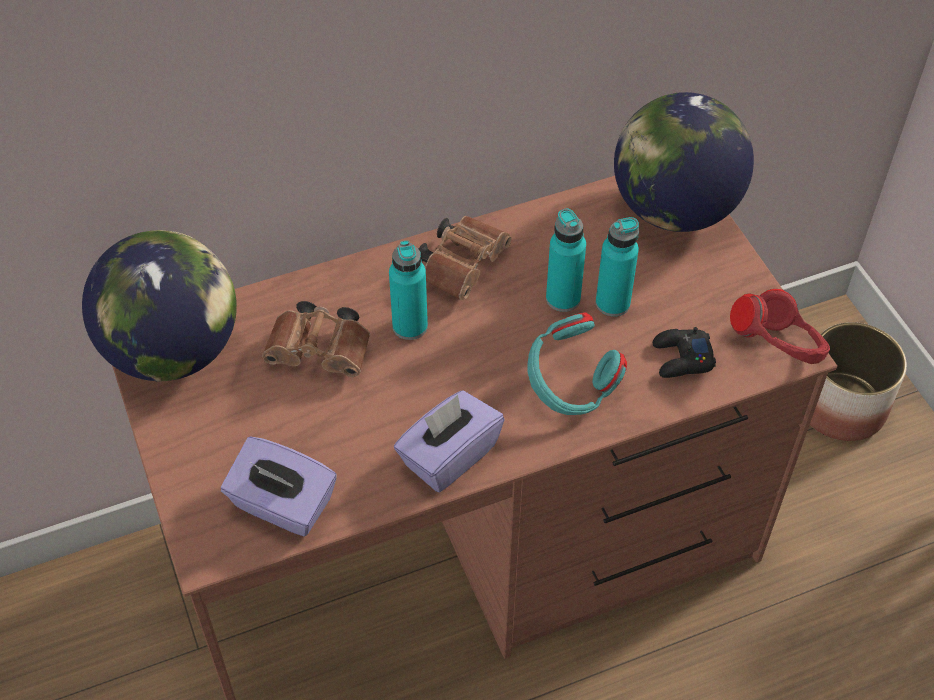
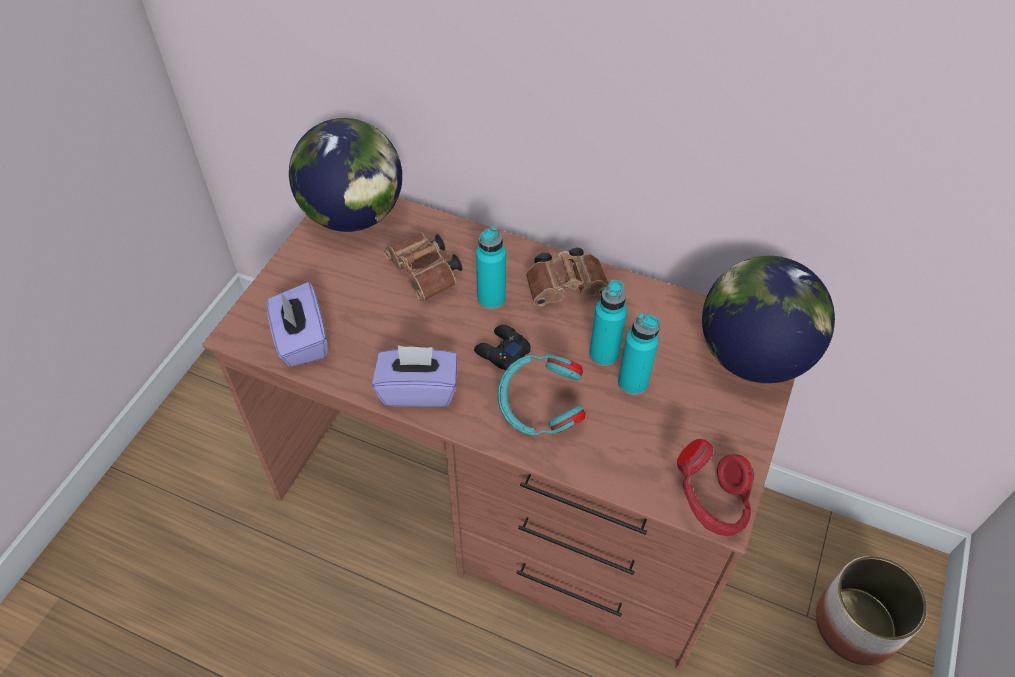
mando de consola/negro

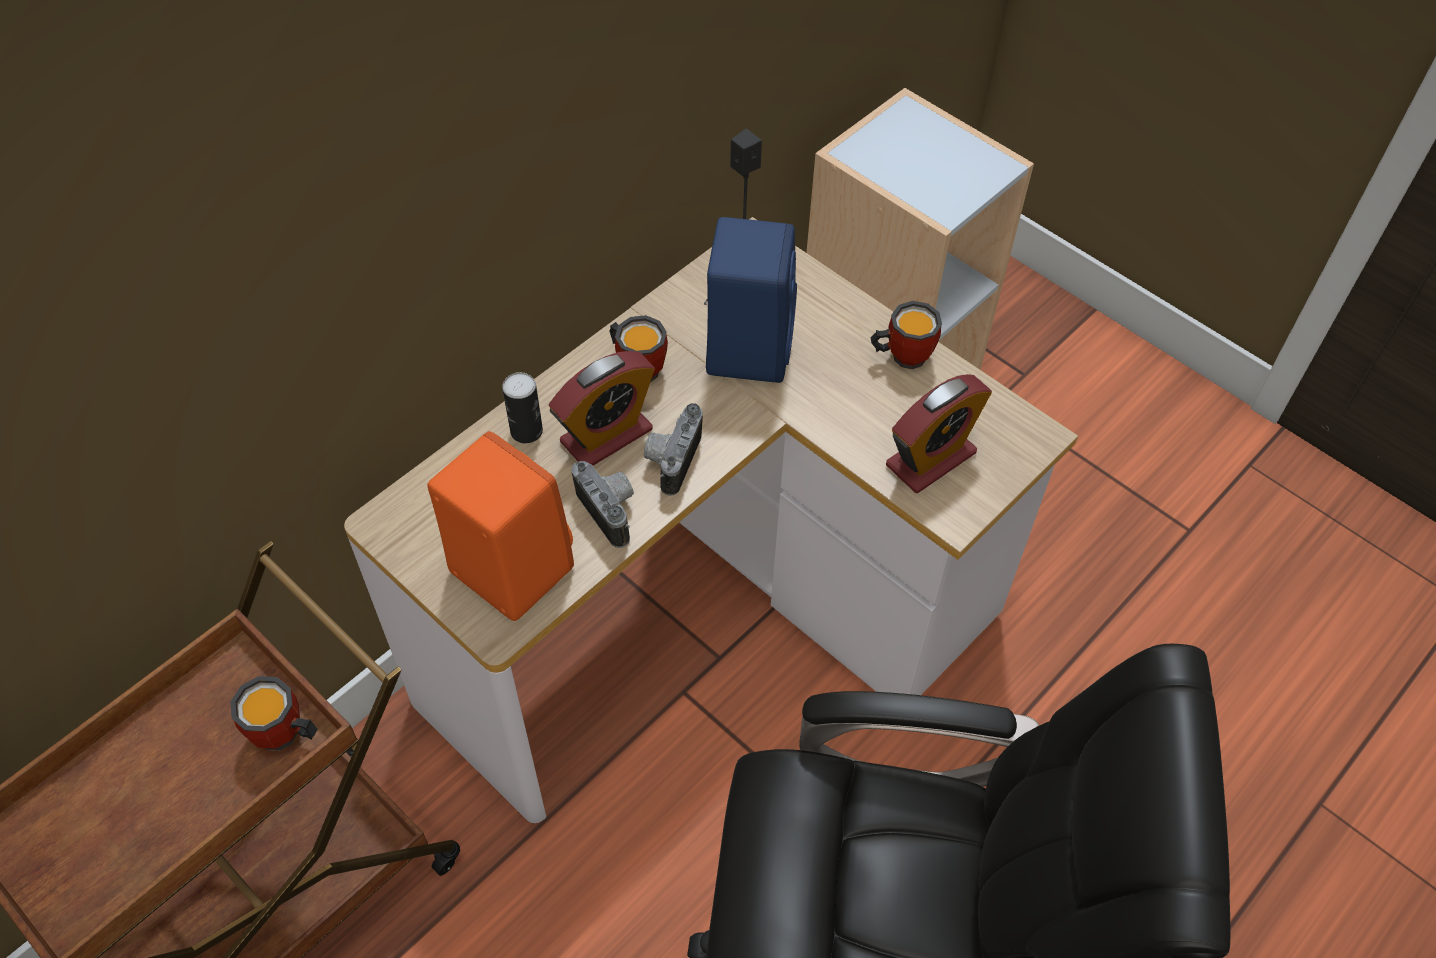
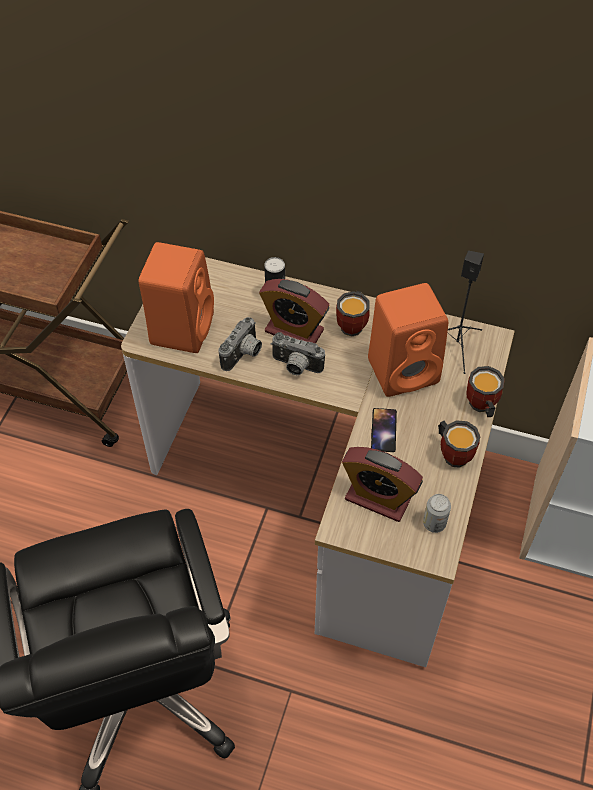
taza grande (3rd from left)
cámara (2nd from left)
altavoz/naranja (2nd from left)
móvil
lata (2nd from left)

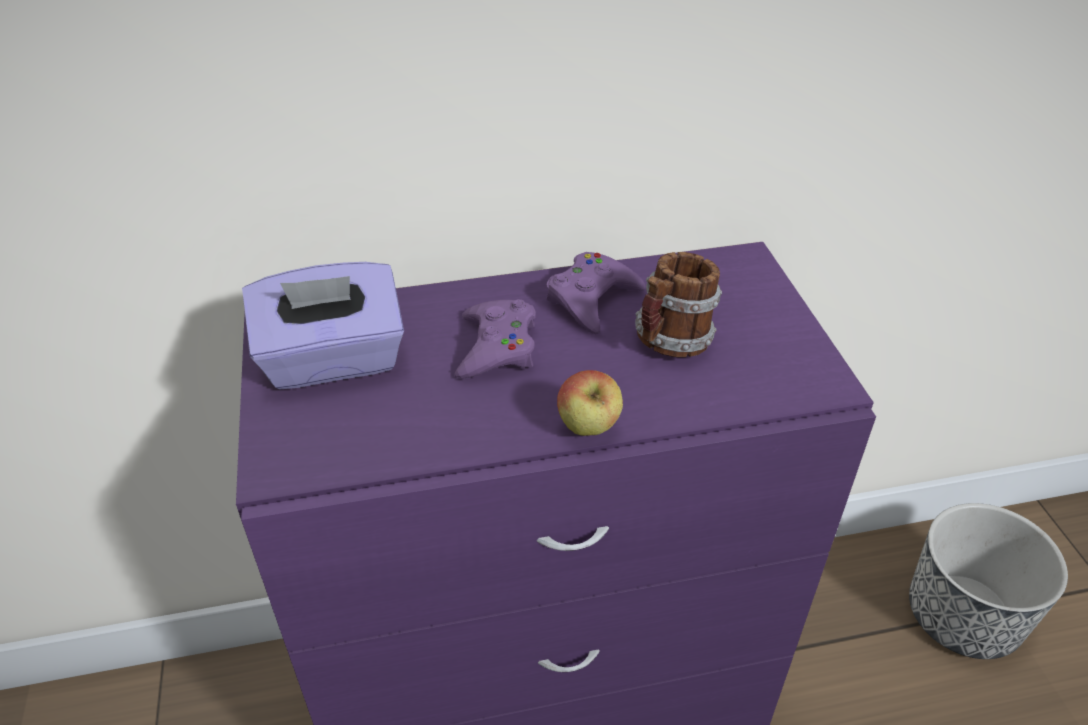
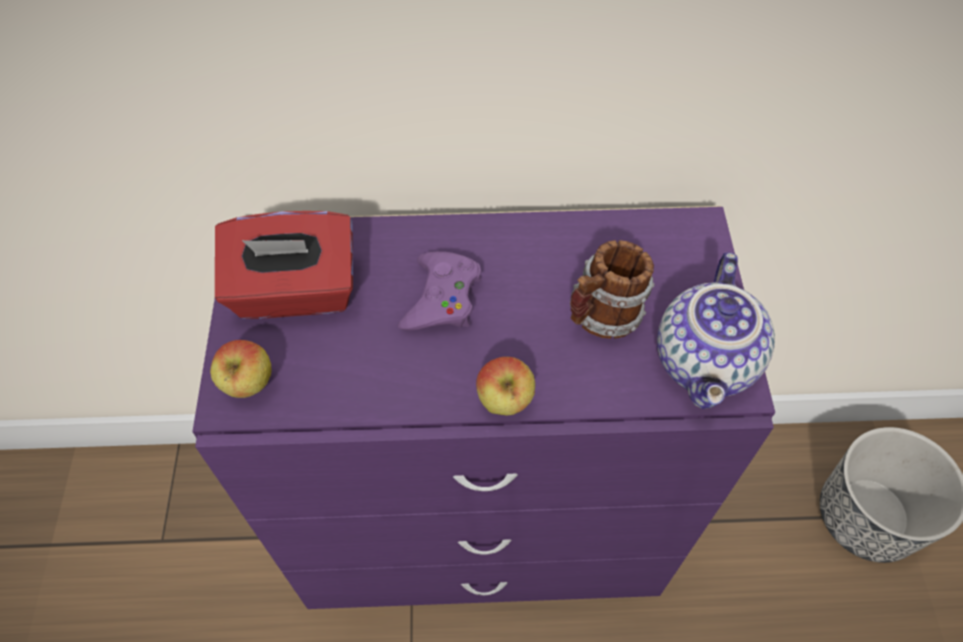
caja de pañuelos/rojo
mando de consola/morado (2nd from left in the first image)
manzana (1st from left)
tetera

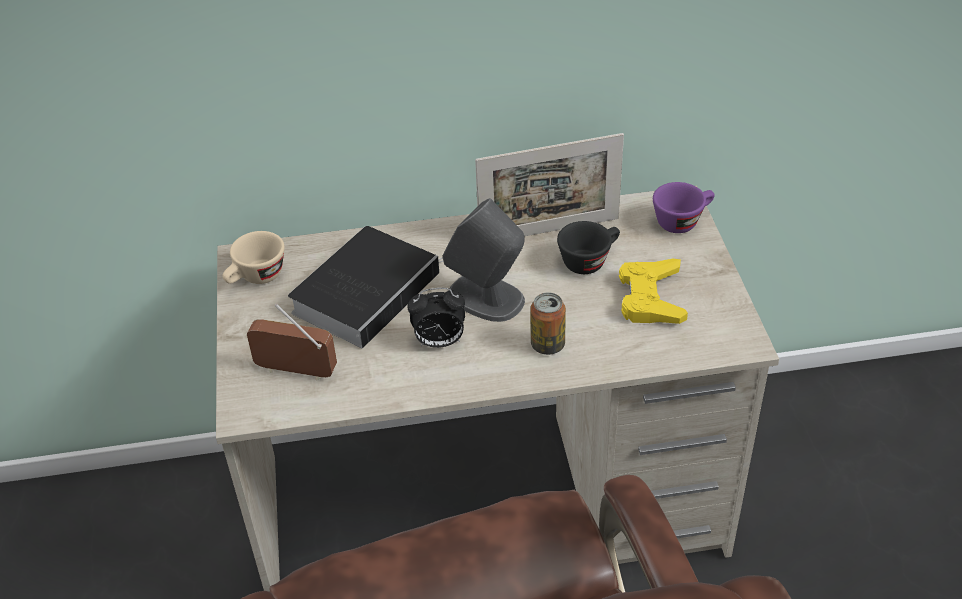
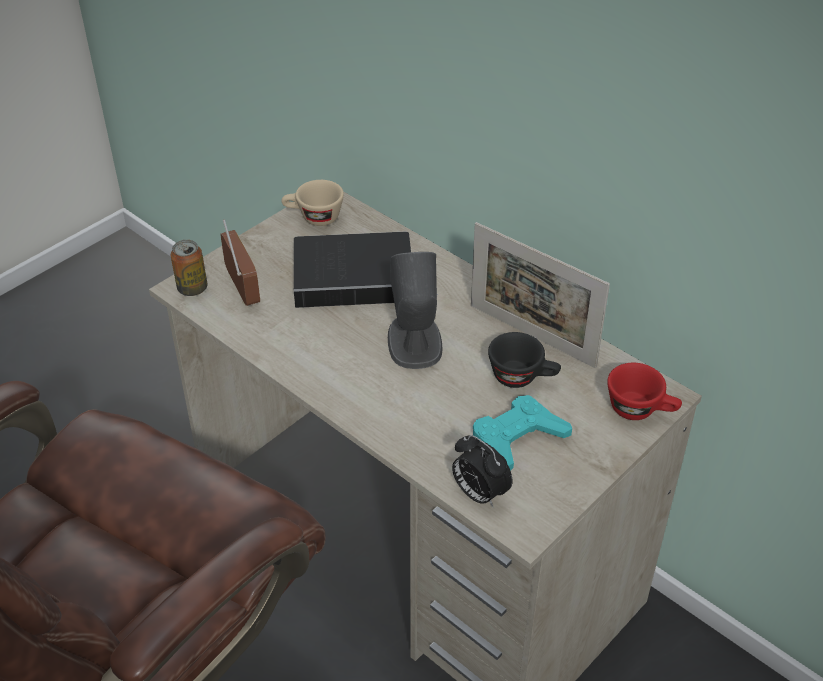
despertador
lata
mando de consola/turquesa
taza/rojo

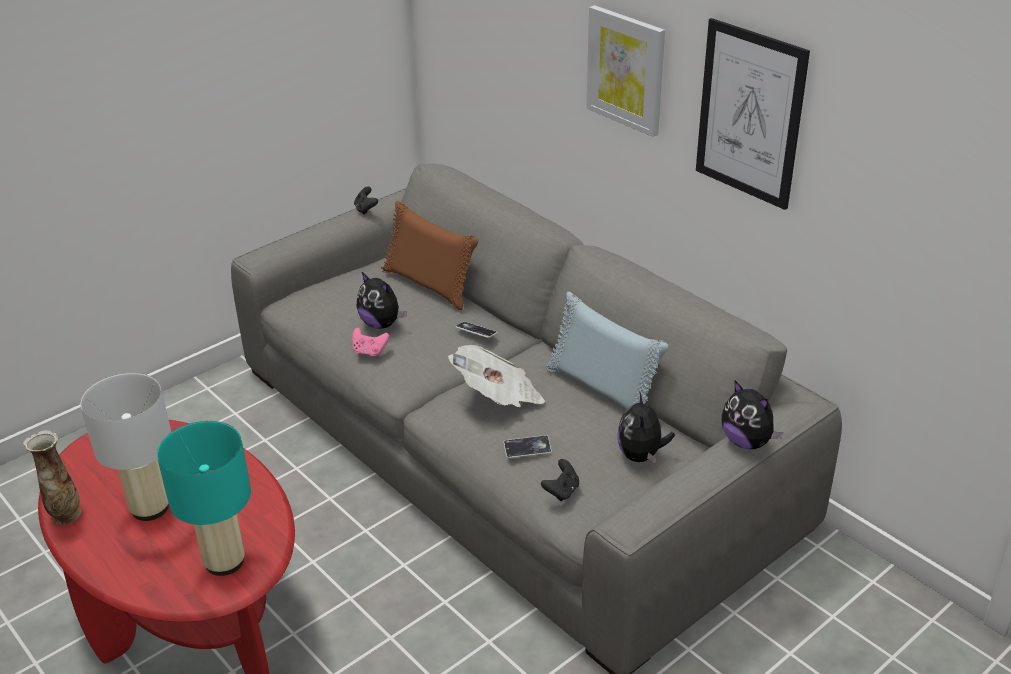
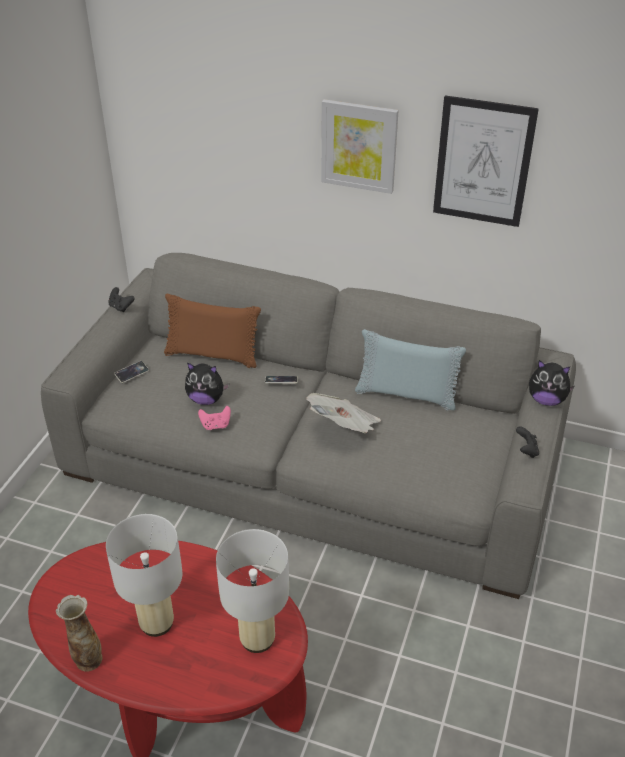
lámpara de mesa/blanco (2nd from left)
móvil (1st from left)
mando de consola/negro (2nd from left)
peluche (2nd from left in the first image)

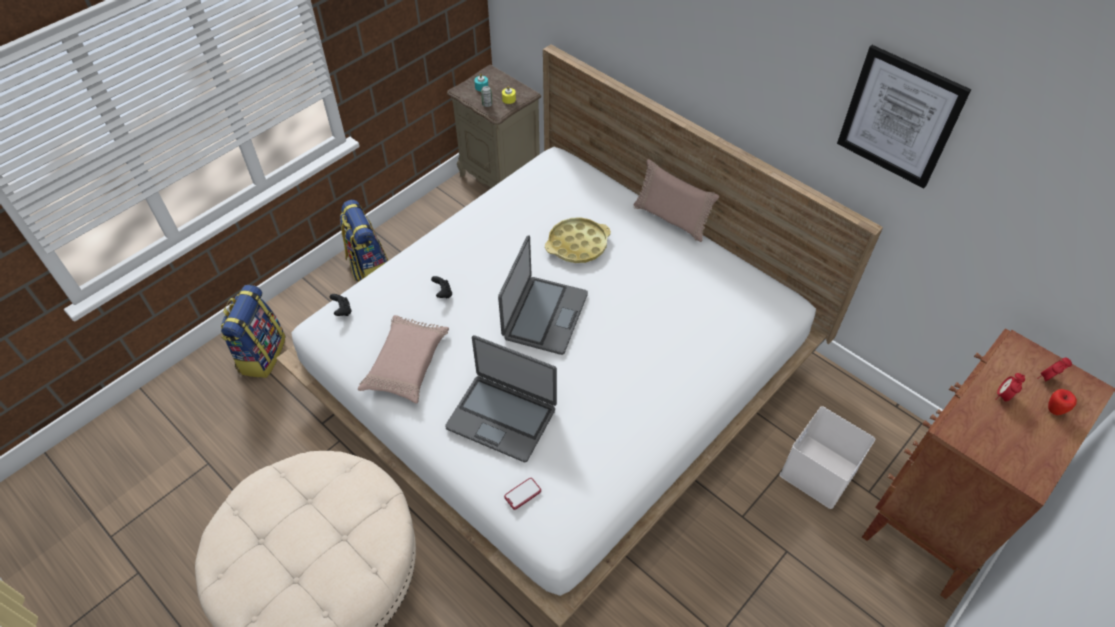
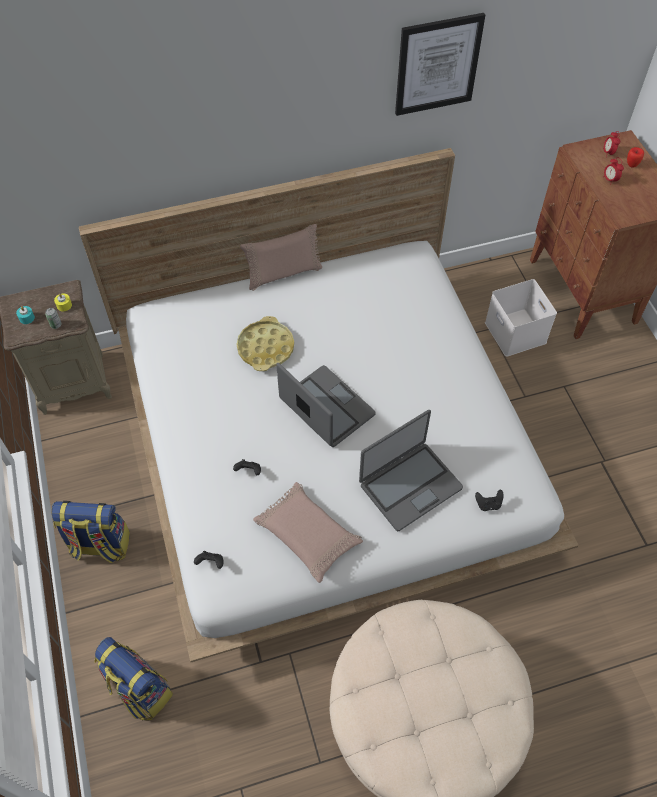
mando de consola/negro (3rd from left)

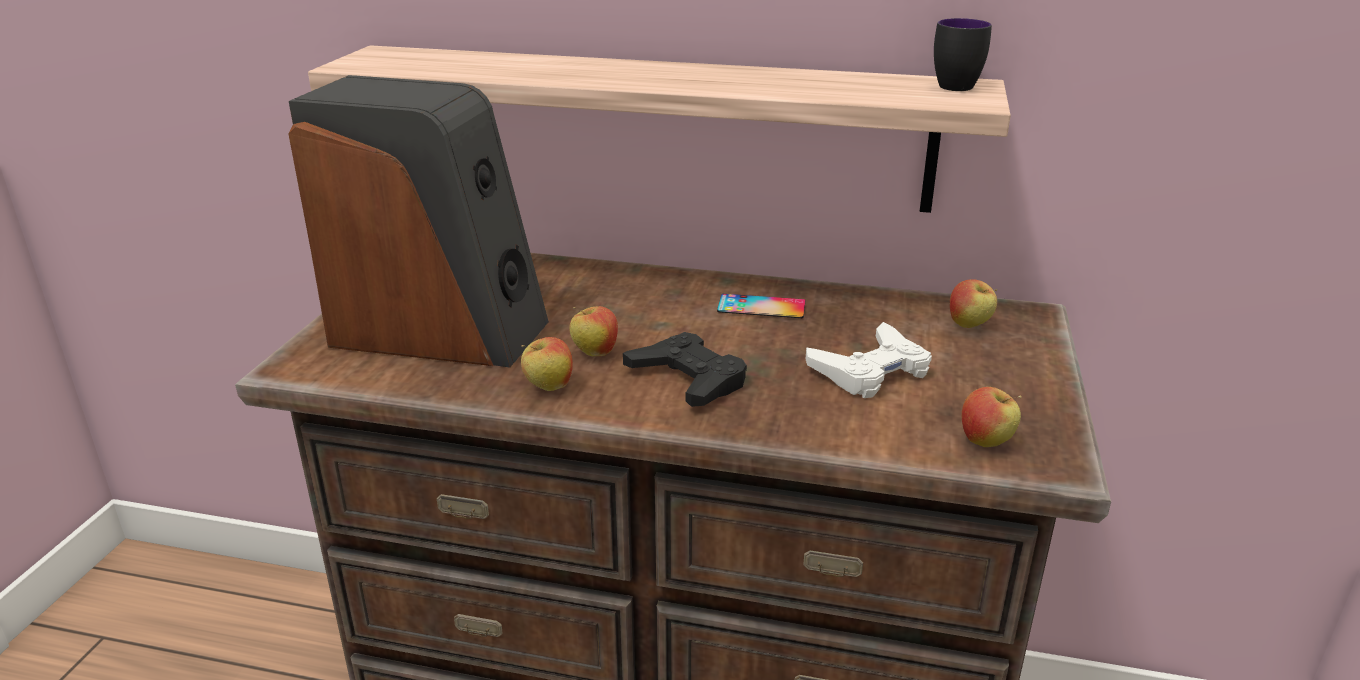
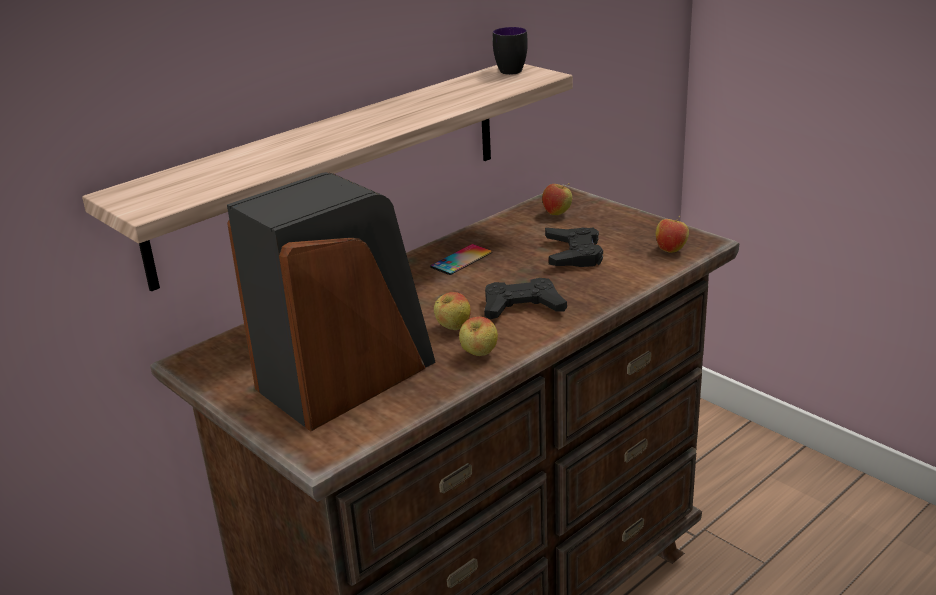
mando de consola/negro (2nd from left)

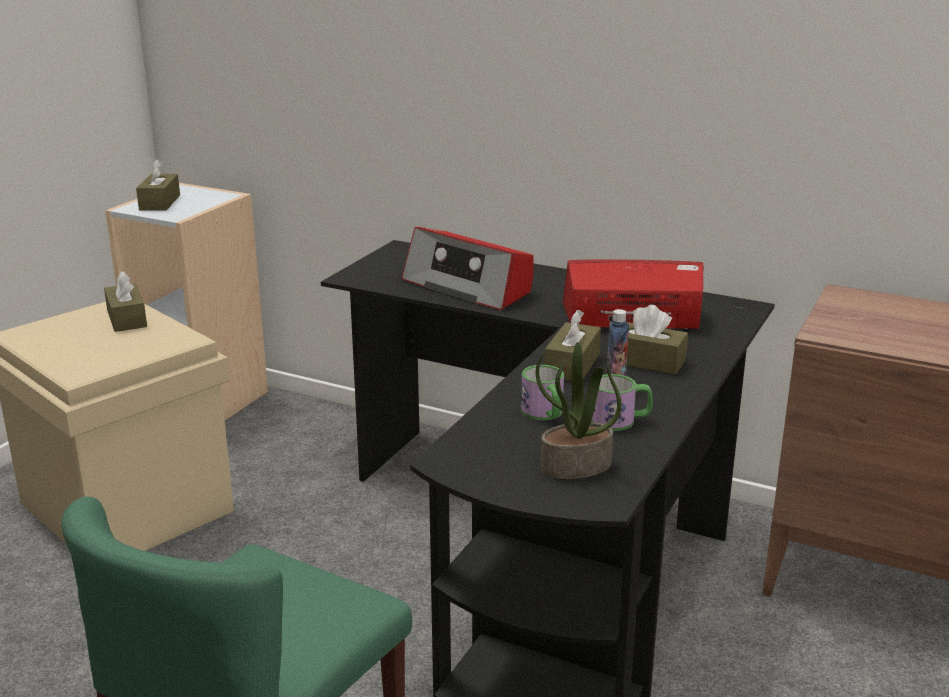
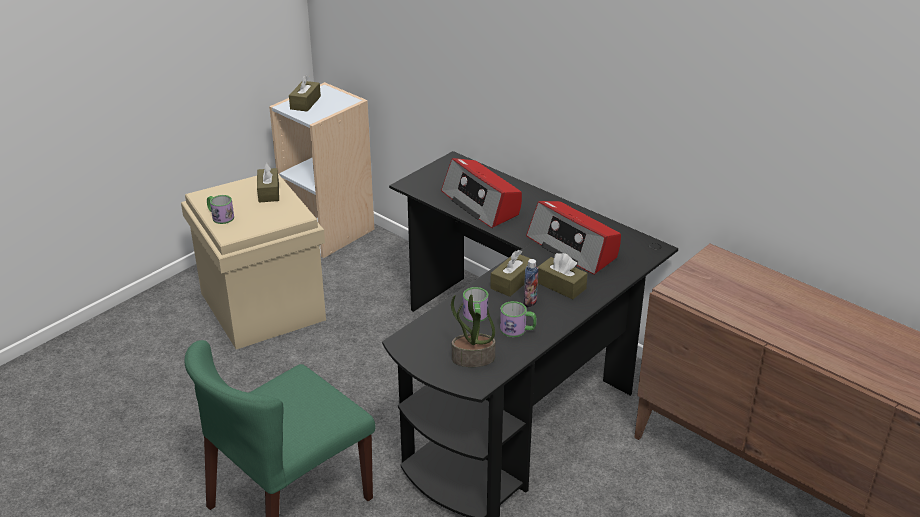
radio (2nd from left)
taza grande (1st from left)

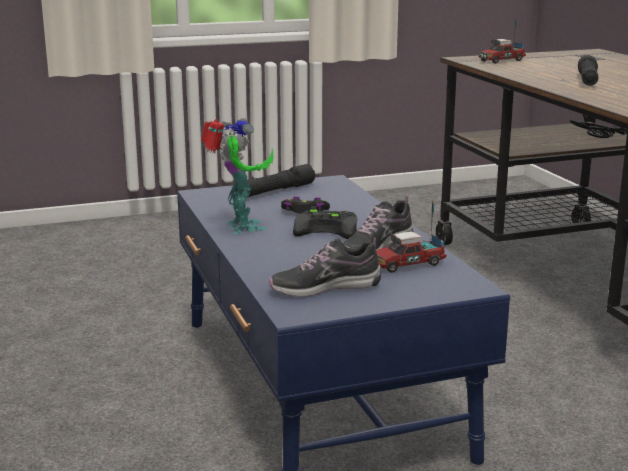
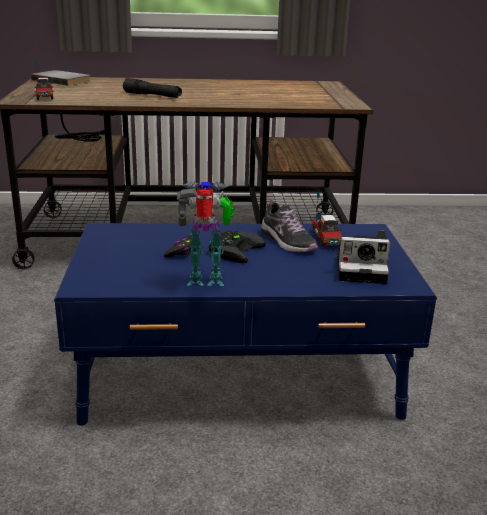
linterna/negro (1st from left in the first image)
cámara
libro/gris

